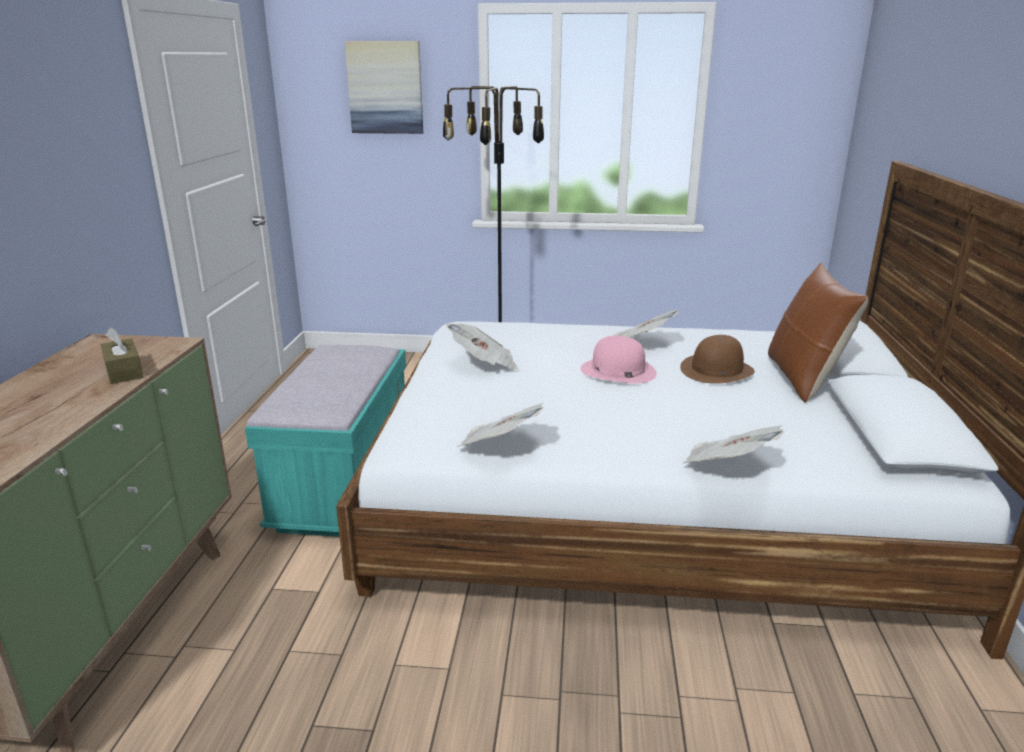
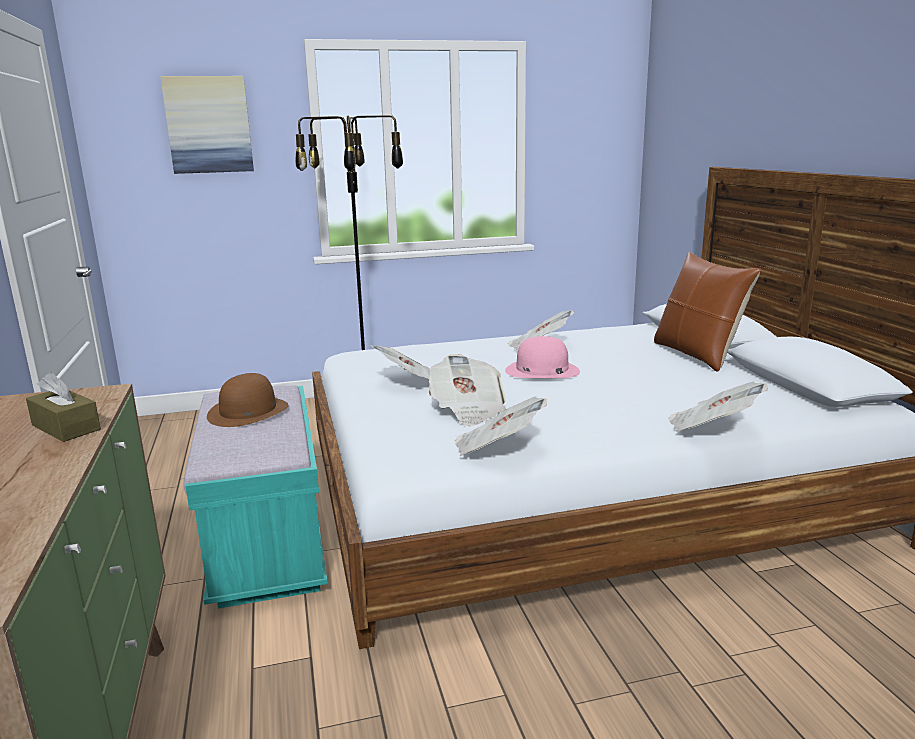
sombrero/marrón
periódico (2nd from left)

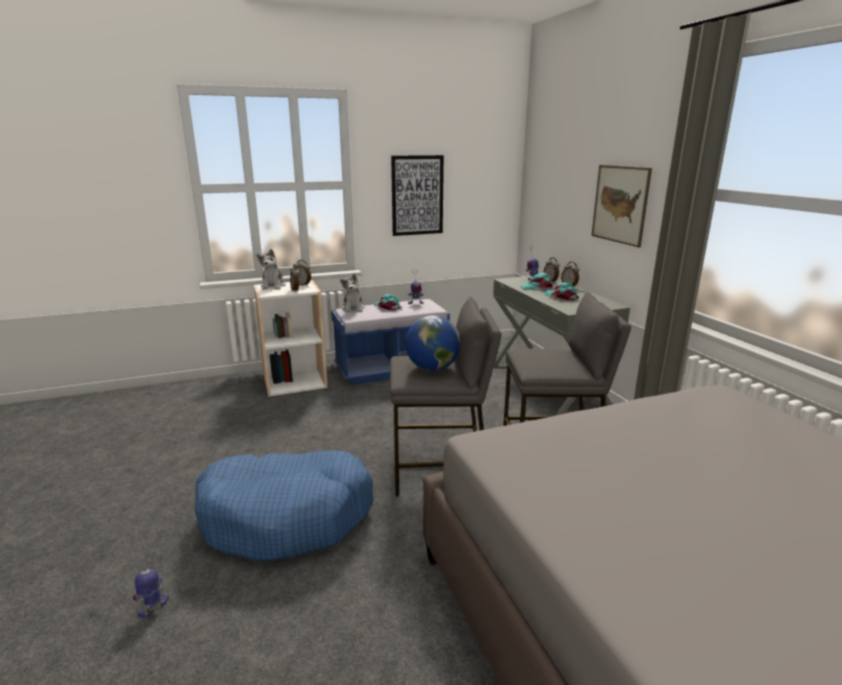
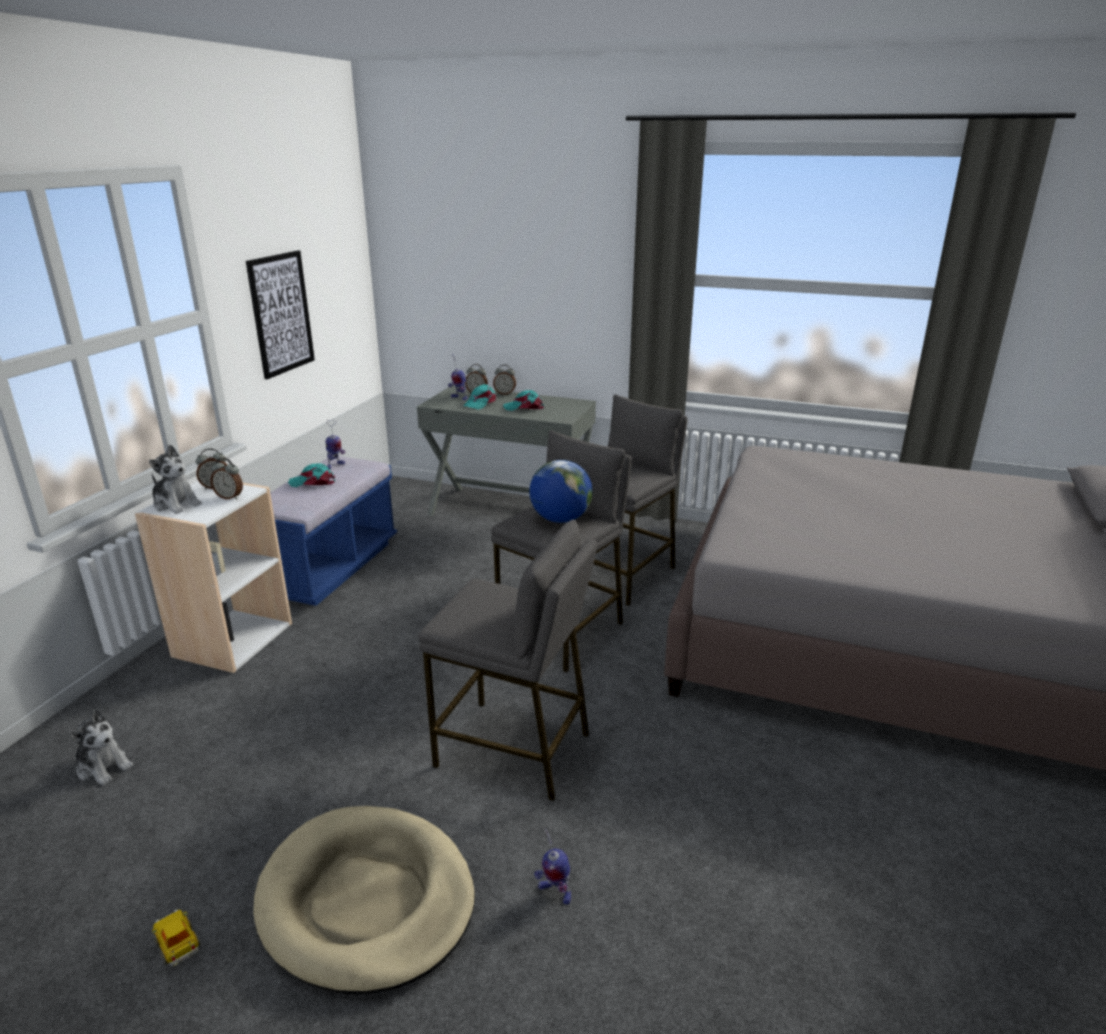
robot de juguete (3rd from left)
taburete/gris (1st from left)
peluche (1st from left)
cuadro (2nd from left in the first image)
coche de juguete
cama para perro/beis

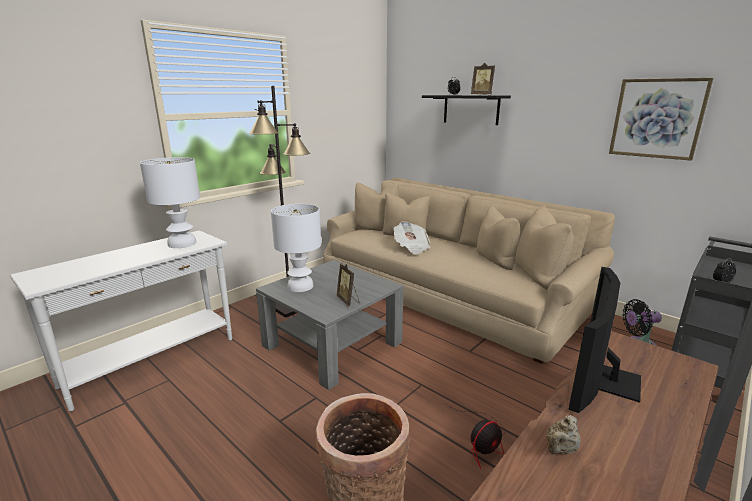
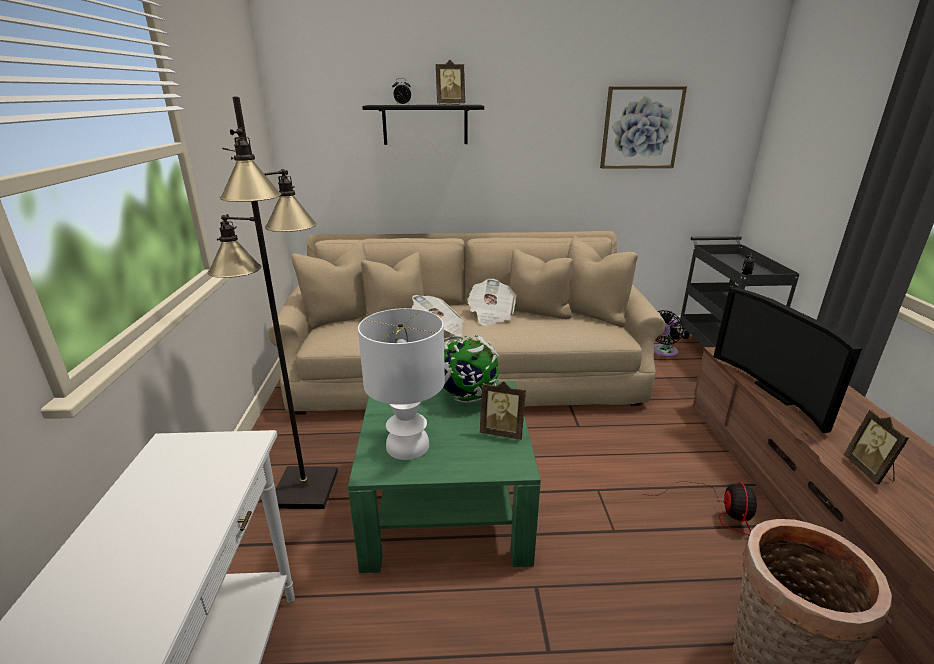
lámpara de mesa/blanco (1st from left in the first image)
mesa de centro/verde
portarretratos (3rd from left)
globo terráqueo
periódico (2nd from left)

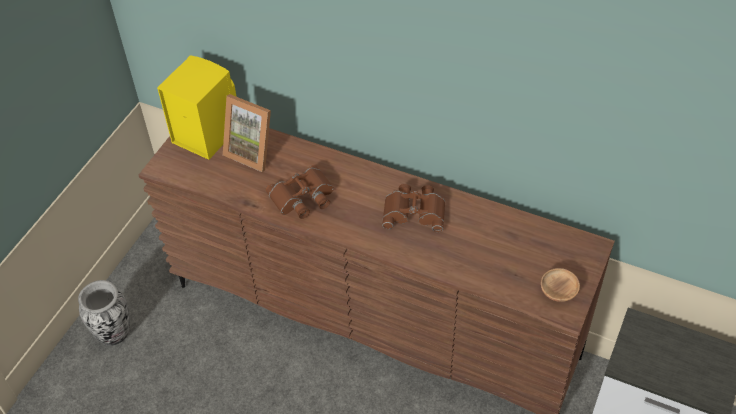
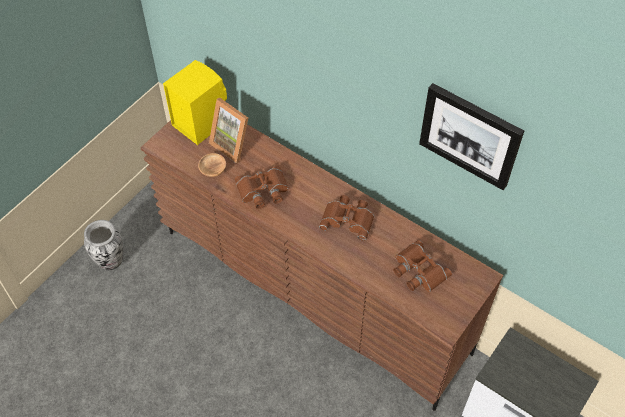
cuenco/marrón
prismáticos/marrón (3rd from left)
cuadro

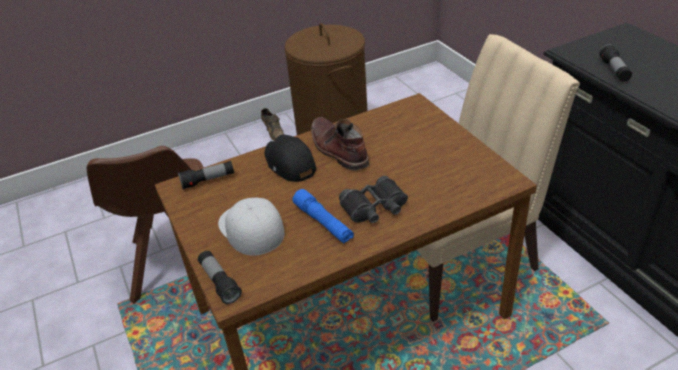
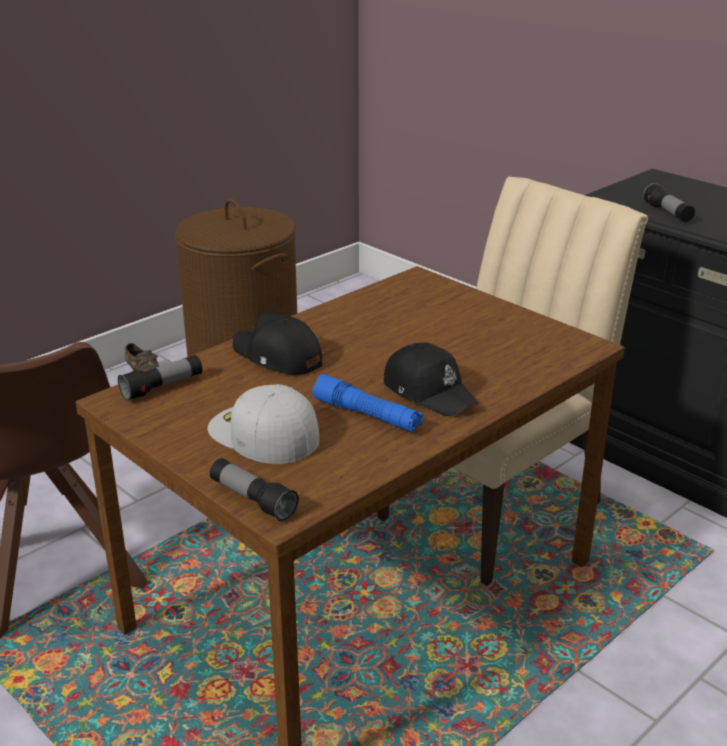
bota/marrón
gorra/negro (2nd from left)

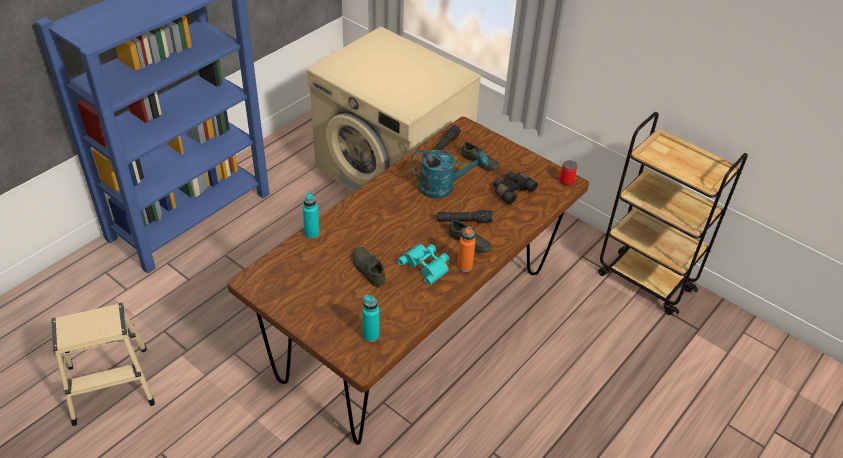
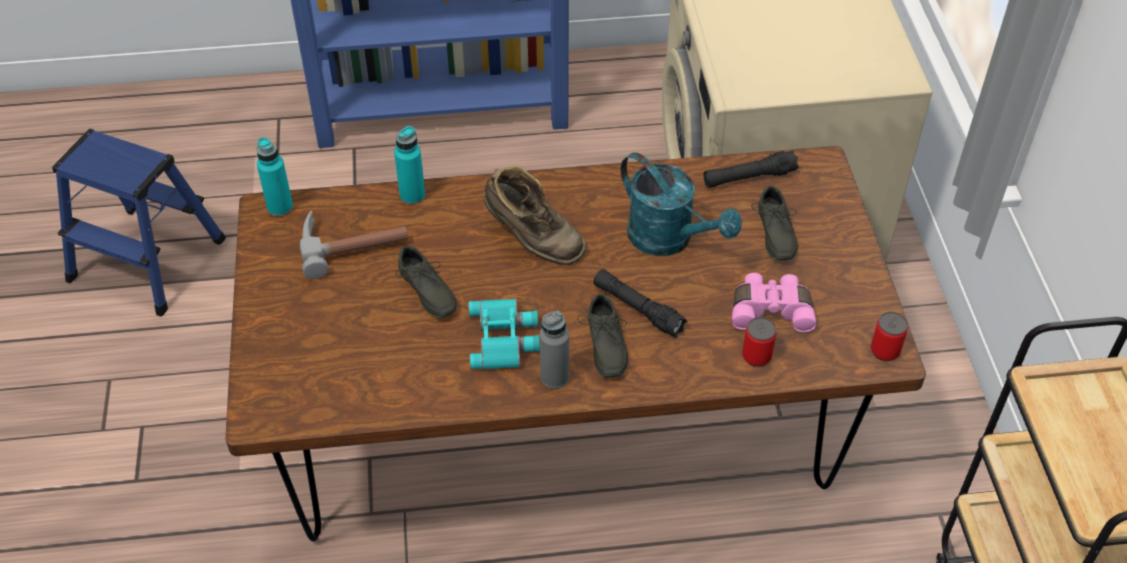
escalera de tijera/azul
zapato/gris (1st from left)
botella/turquesa (1st from left)
botella/gris
prismáticos/rosa
martillo
bota/marrón
lata (1st from left)

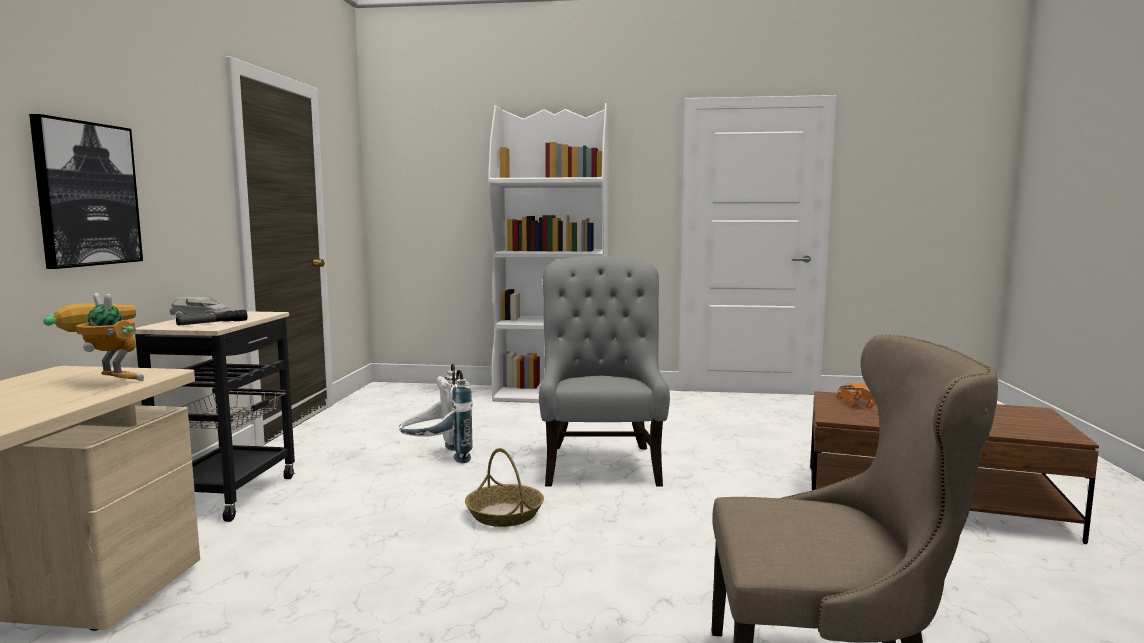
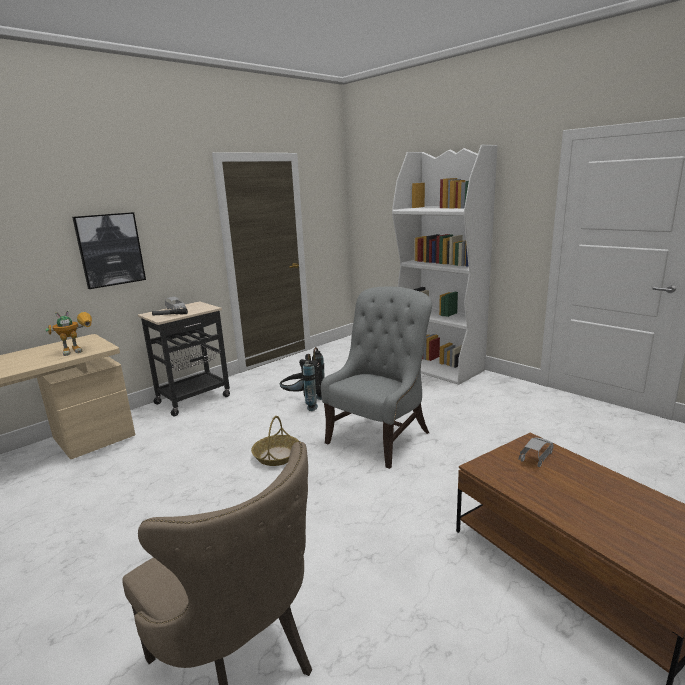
robot de juguete
mochila/negro
coche de juguete/gris (2nd from left)

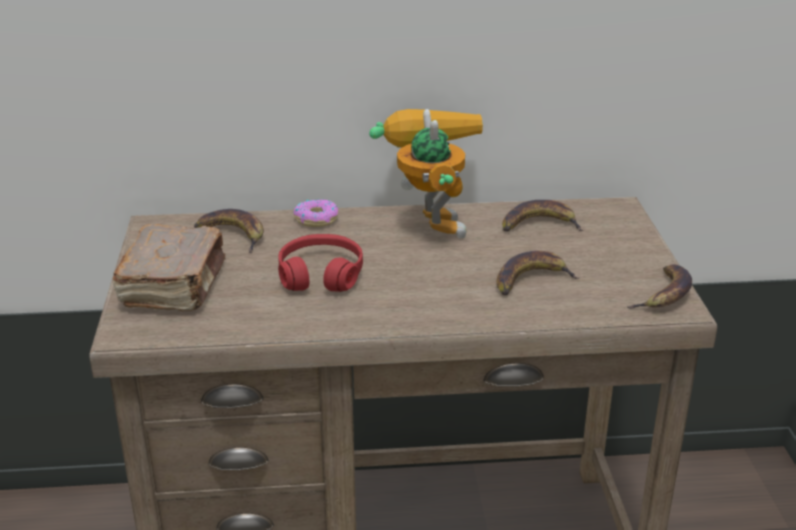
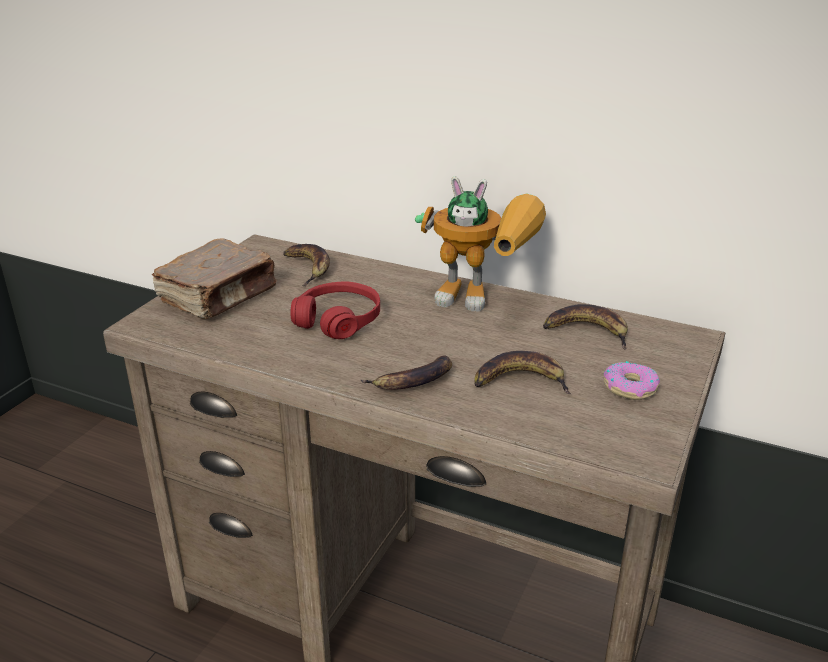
rosquilla
robot de juguete
plátano (2nd from left)

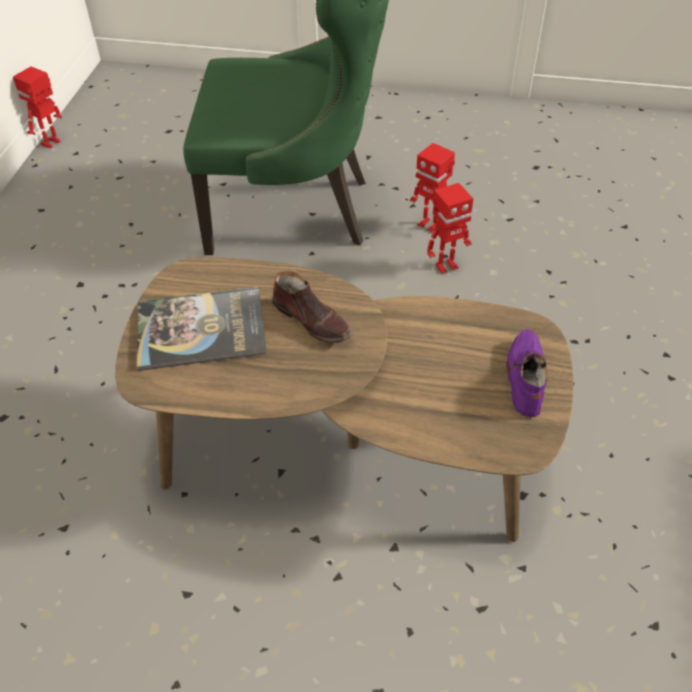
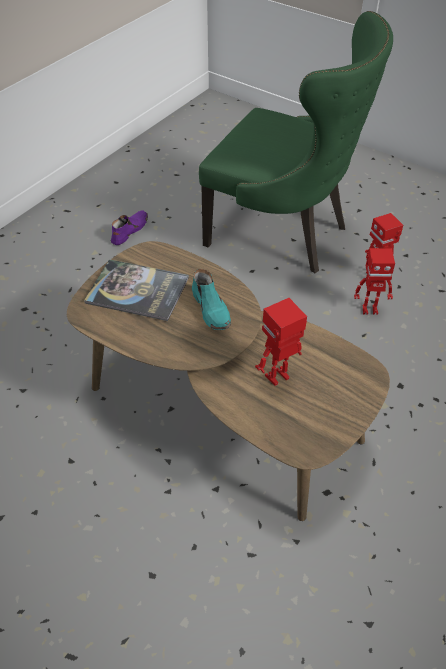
robot de juguete (1st from left)
zapato/turquesa
zapato/morado

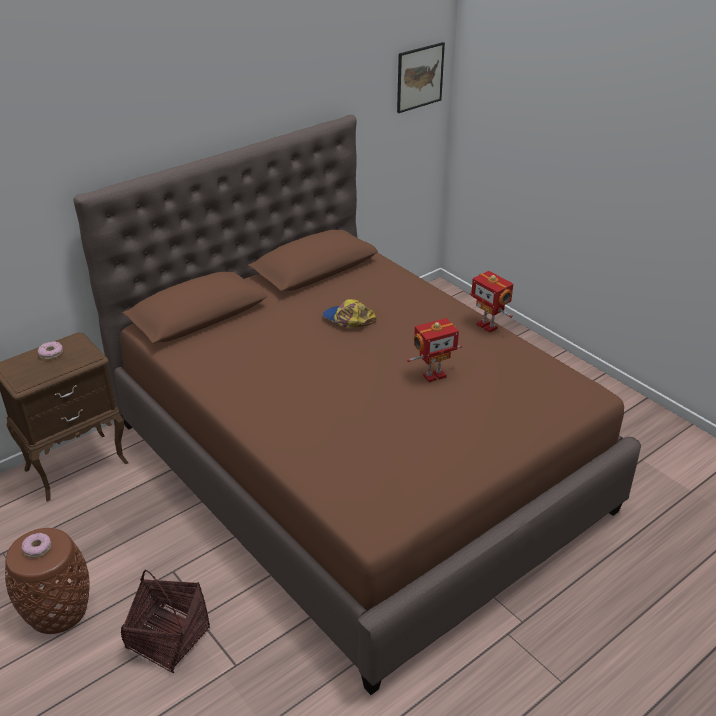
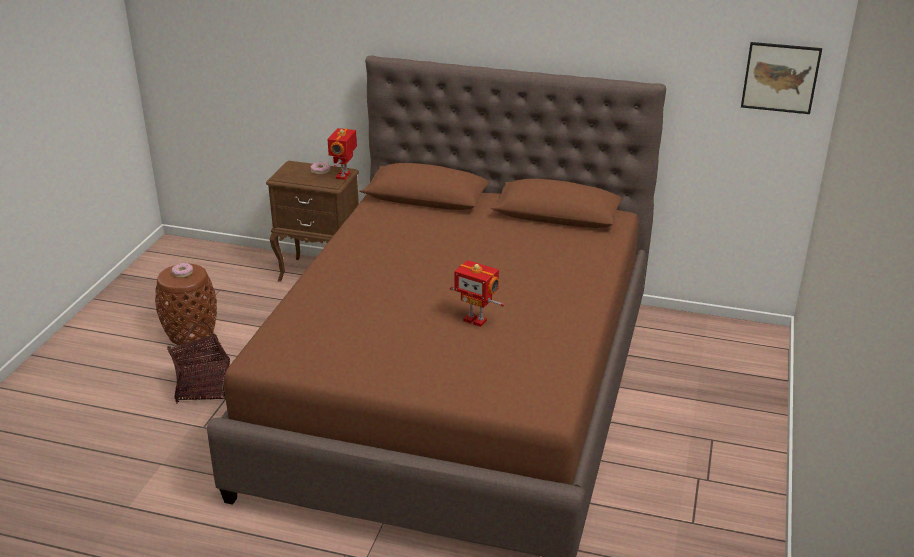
gorra
robot de juguete (1st from left)

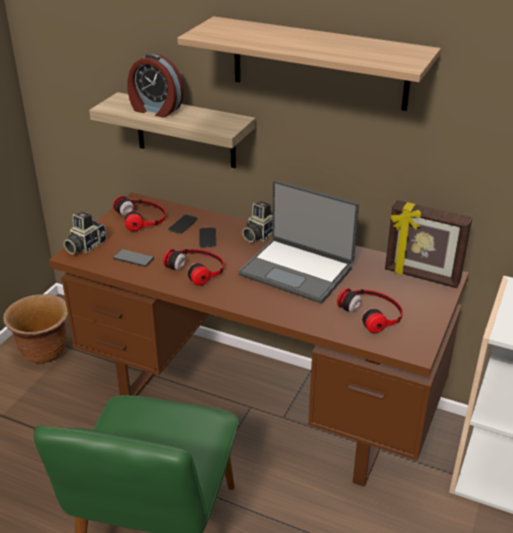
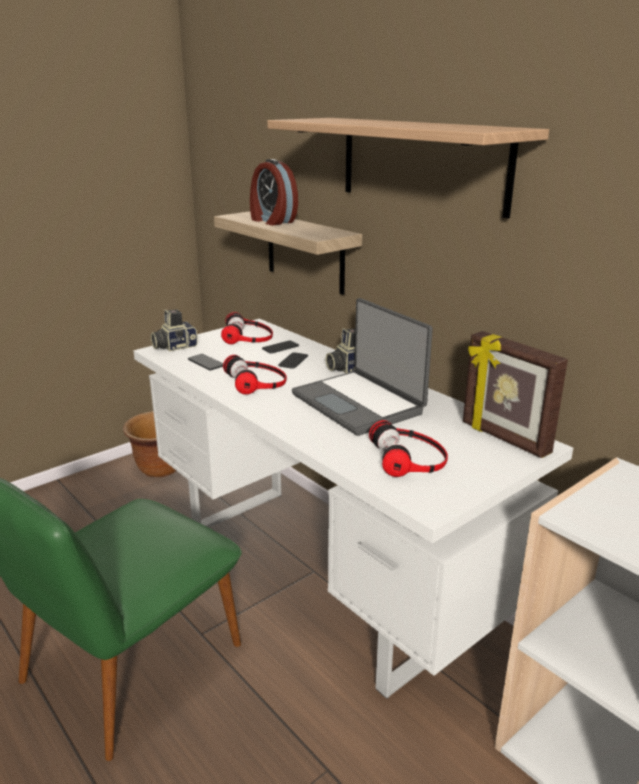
escritorio/blanco

